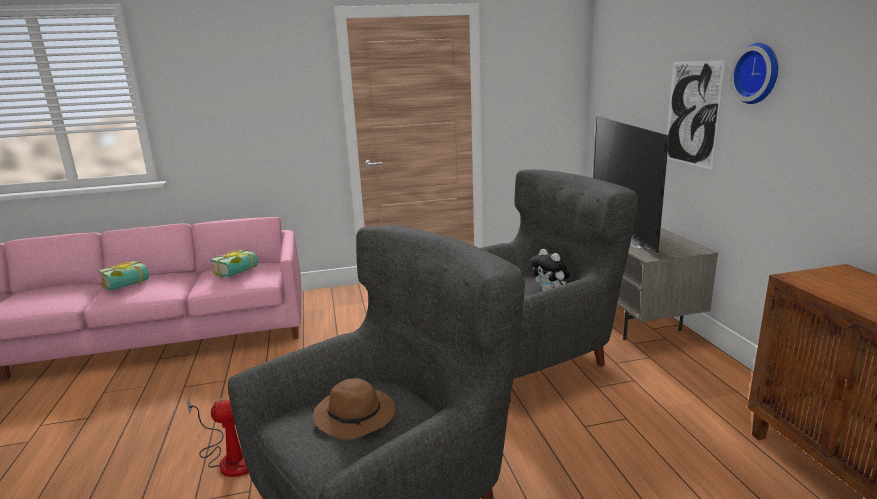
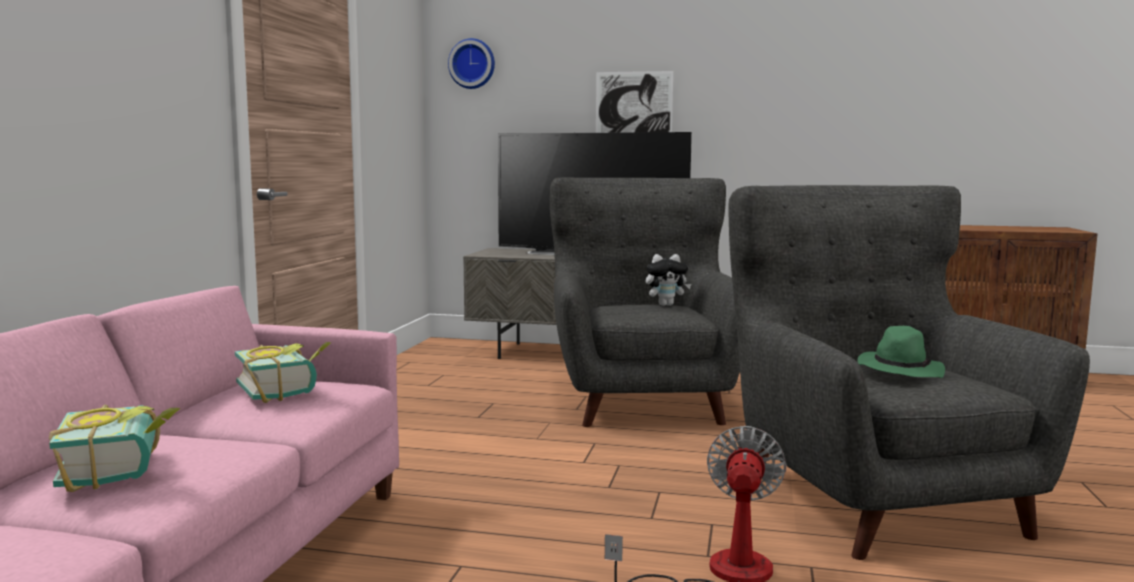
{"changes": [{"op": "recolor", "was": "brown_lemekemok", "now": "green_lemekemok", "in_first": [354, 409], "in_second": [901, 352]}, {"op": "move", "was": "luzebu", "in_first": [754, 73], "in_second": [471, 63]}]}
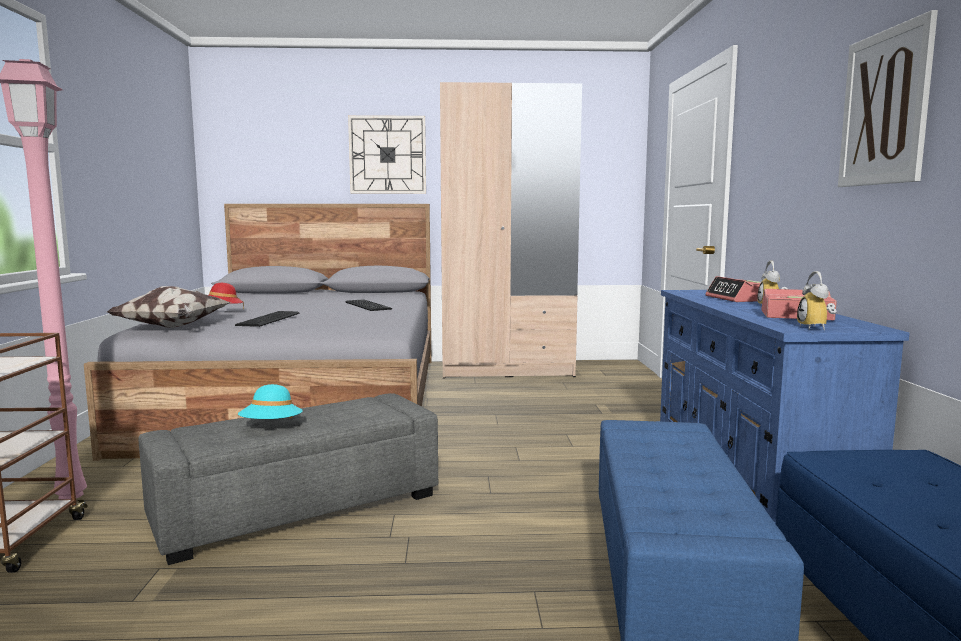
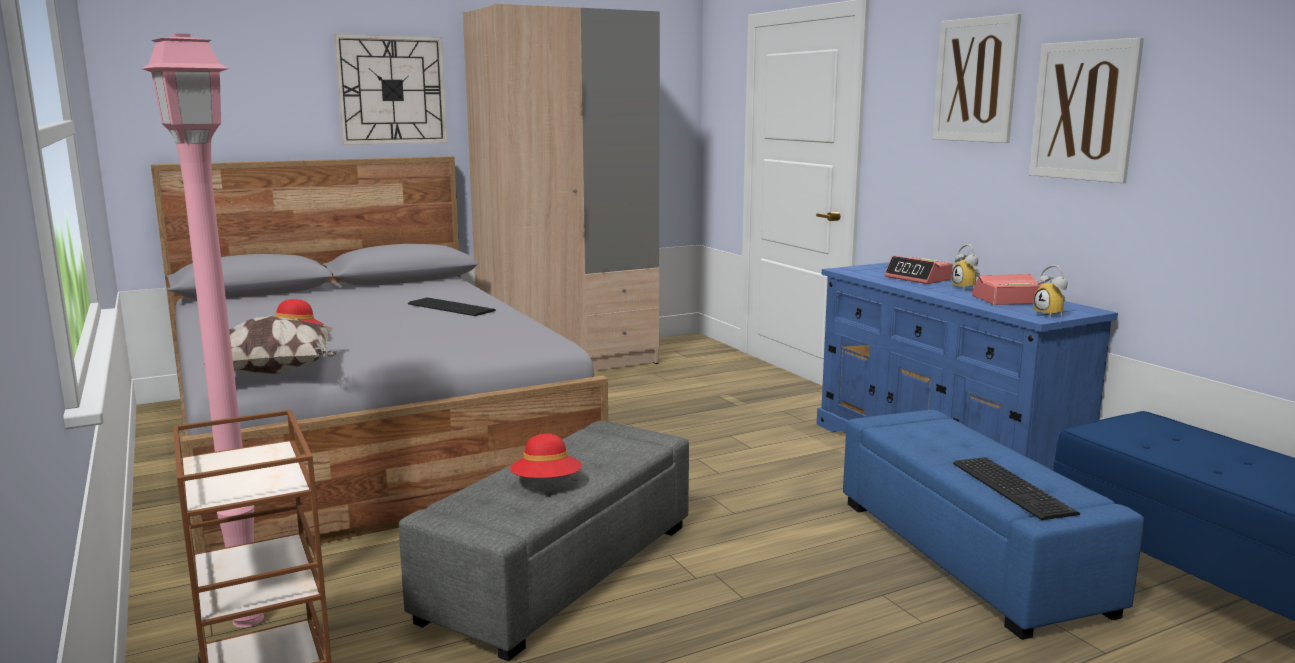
{"changes": [{"op": "move", "was": "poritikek", "in_first": [267, 319], "in_second": [1016, 488]}, {"op": "recolor", "was": "turquoise_lemekemok", "now": "red_lemekemok", "in_first": [270, 401], "in_second": [546, 456]}, {"op": "insert", "now": "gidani", "in_second": [977, 78]}]}
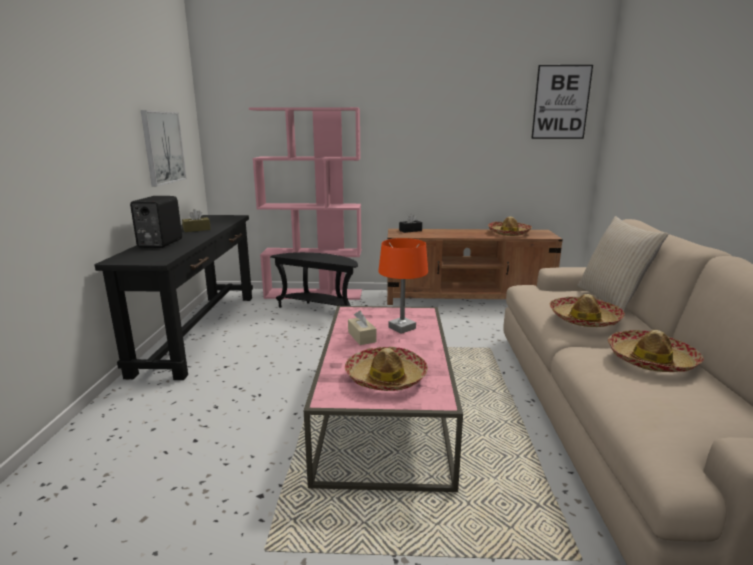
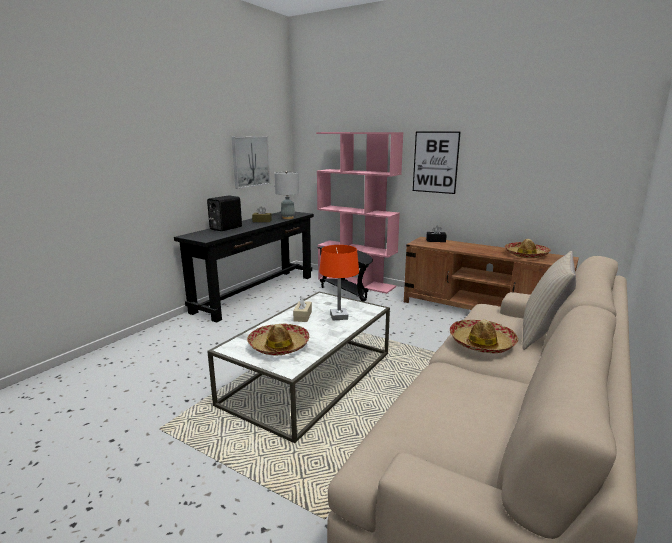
{"changes": [{"op": "recolor", "was": "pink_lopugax", "now": "white_lopugax", "in_first": [383, 399], "in_second": [298, 367]}, {"op": "move", "was": "gidani", "in_first": [562, 102], "in_second": [437, 163]}, {"op": "delete", "was": "lemekemok", "in_first": [656, 351]}, {"op": "insert", "now": "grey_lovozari", "in_second": [286, 195]}]}
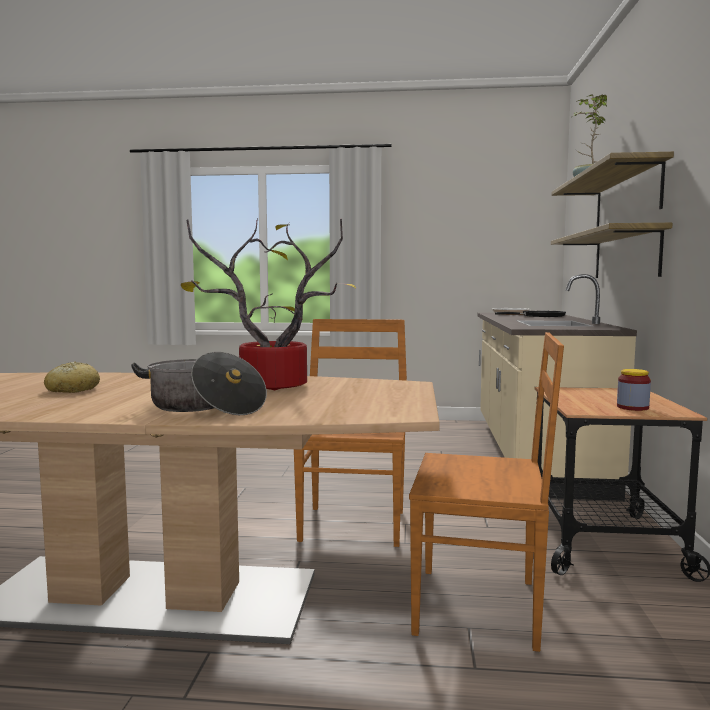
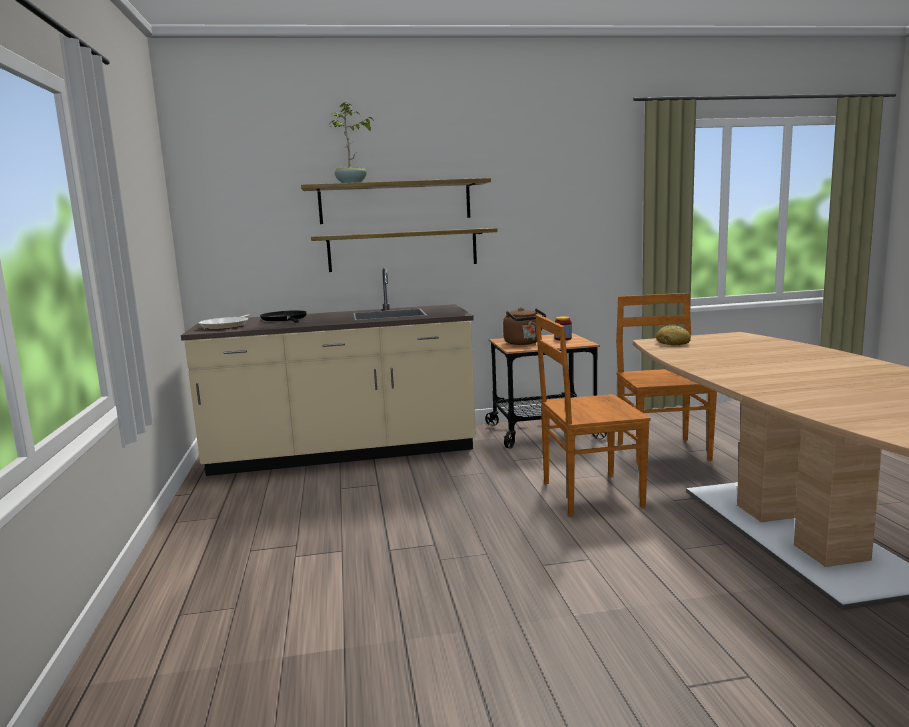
{"changes": [{"op": "move", "was": "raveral", "in_first": [72, 377], "in_second": [673, 335]}, {"op": "delete", "was": "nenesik", "in_first": [199, 383]}, {"op": "delete", "was": "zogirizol", "in_first": [268, 304]}, {"op": "insert", "now": "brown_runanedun", "in_second": [524, 326]}]}
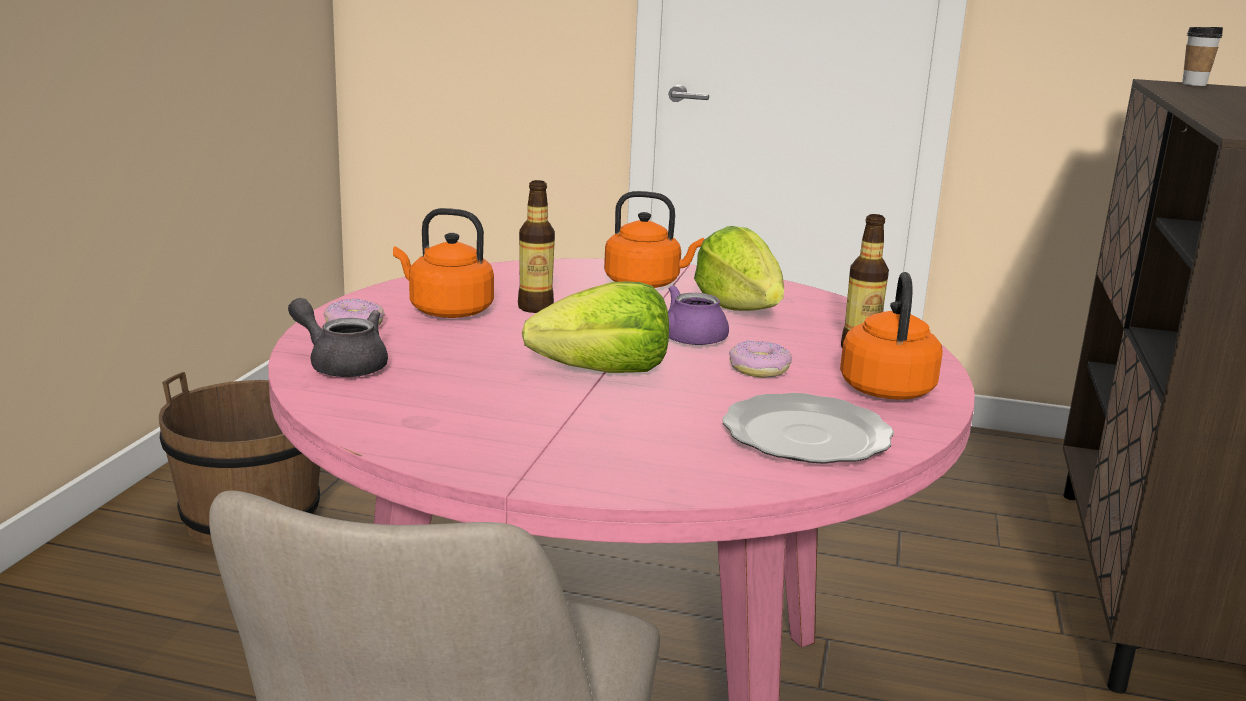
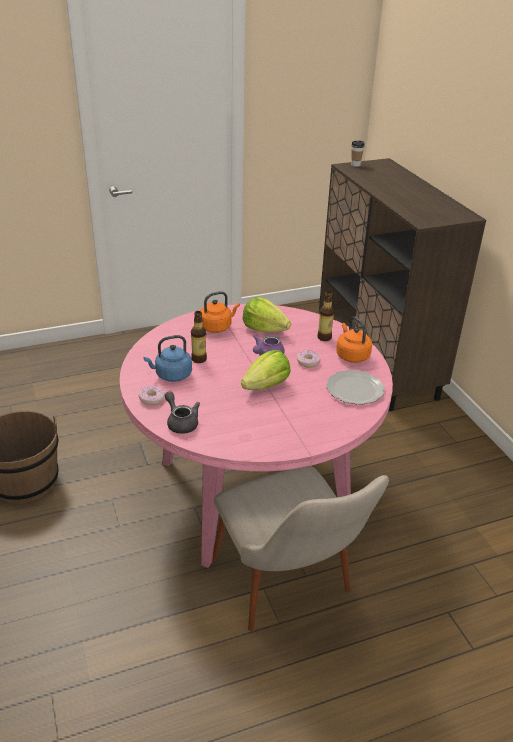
{"changes": [{"op": "rotate", "was": "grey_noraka", "in_first": [338, 337], "in_second": [182, 412], "clockwise": 60}, {"op": "recolor", "was": "orange_runanedun", "now": "blue_runanedun", "in_first": [443, 263], "in_second": [167, 358]}]}
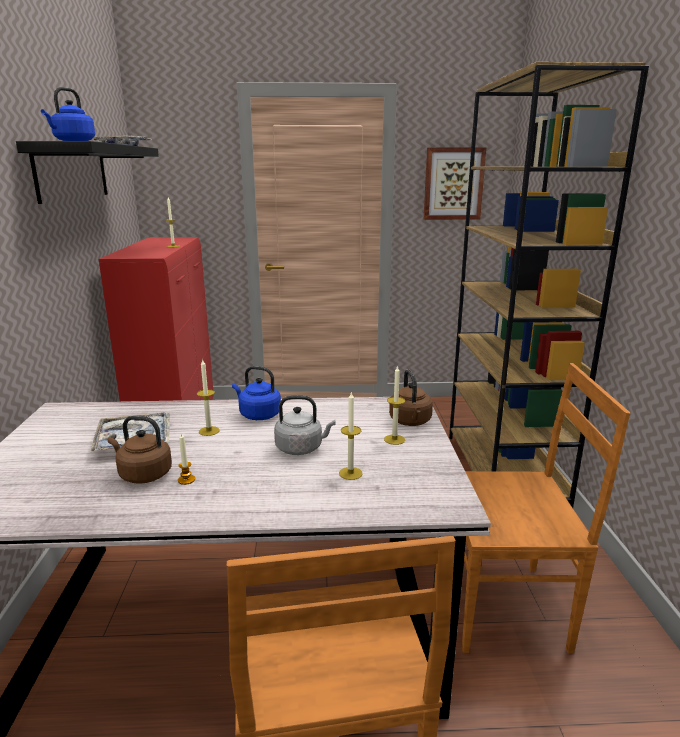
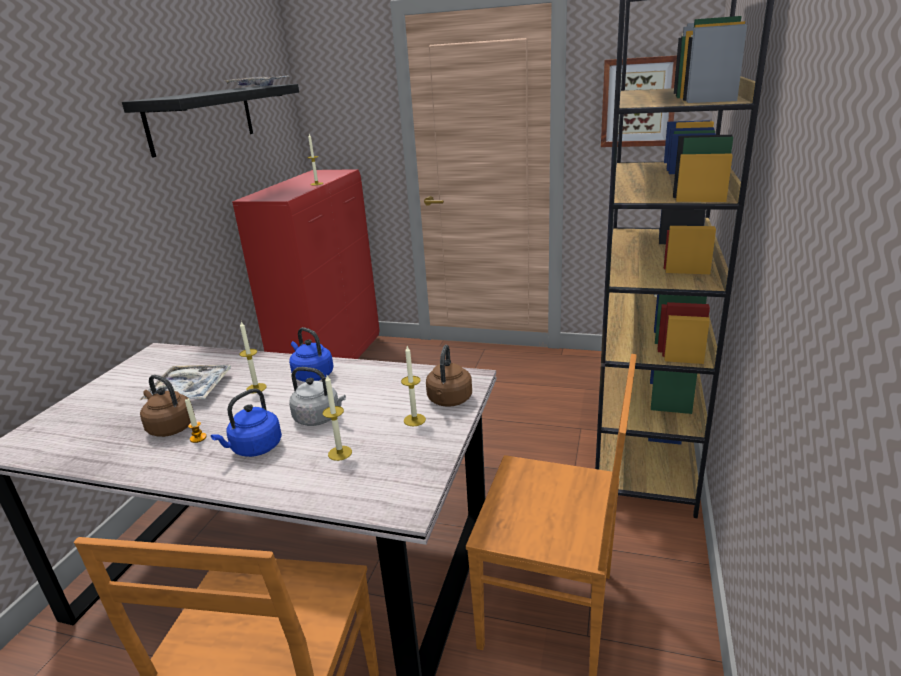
{"changes": [{"op": "move", "was": "blue_runanedun", "in_first": [68, 114], "in_second": [246, 422]}]}
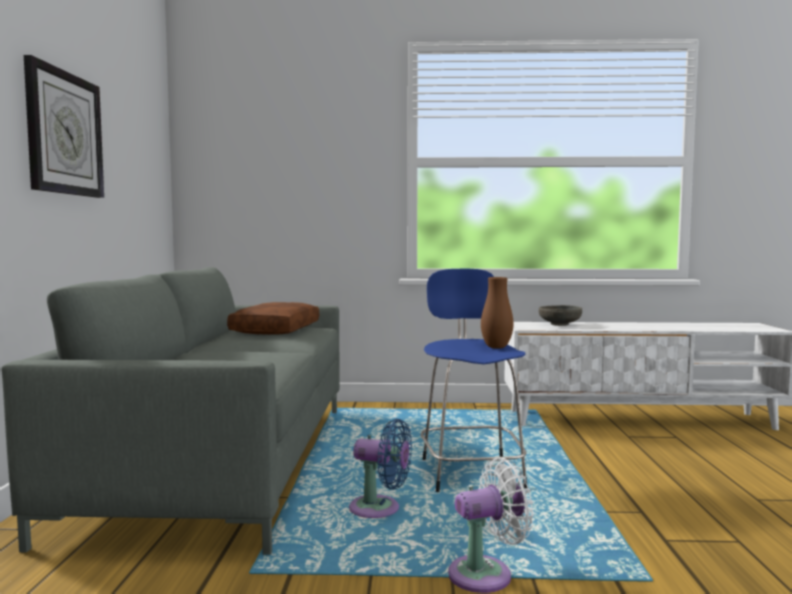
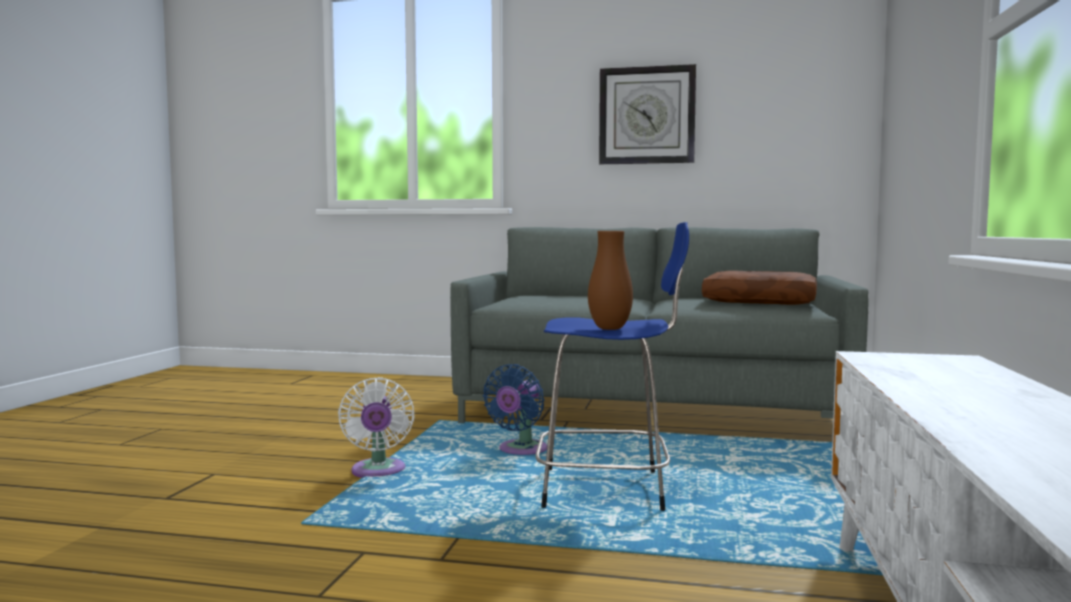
{"changes": [{"op": "delete", "was": "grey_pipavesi", "in_first": [560, 315]}]}
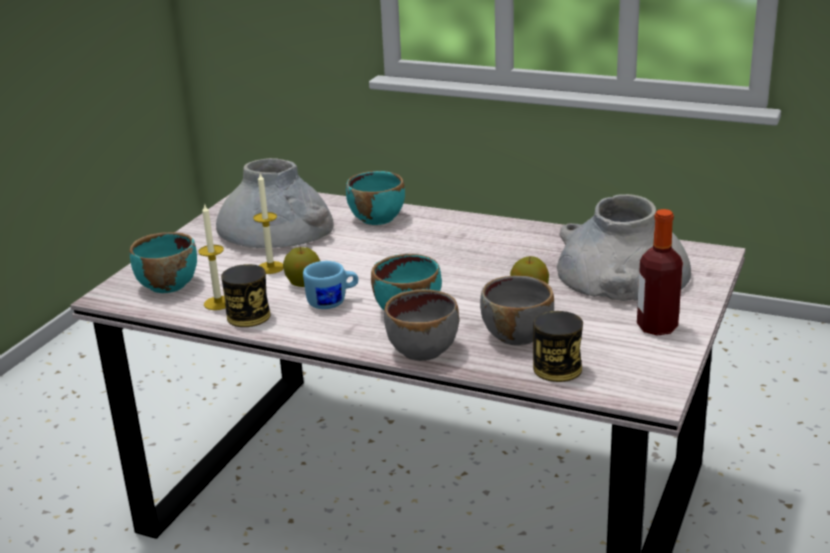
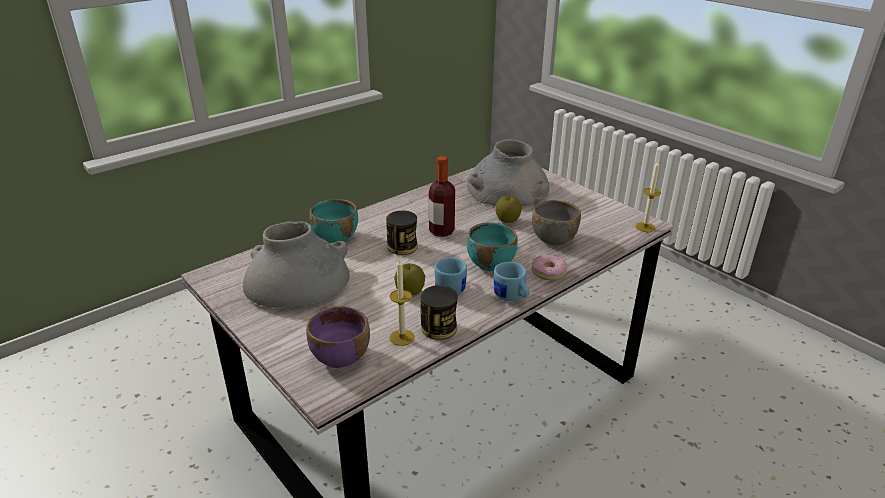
{"changes": [{"op": "recolor", "was": "turquoise_pipavesi", "now": "purple_pipavesi", "in_first": [163, 262], "in_second": [338, 337]}, {"op": "move", "was": "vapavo", "in_first": [268, 224], "in_second": [648, 196]}, {"op": "replace", "was": "grey_pipavesi", "now": "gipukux", "in_first": [421, 325], "in_second": [550, 267]}, {"op": "move", "was": "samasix", "in_first": [558, 346], "in_second": [402, 233]}, {"op": "move", "was": "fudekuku", "in_first": [660, 272], "in_second": [442, 196]}, {"op": "insert", "now": "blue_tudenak", "in_second": [512, 281]}]}
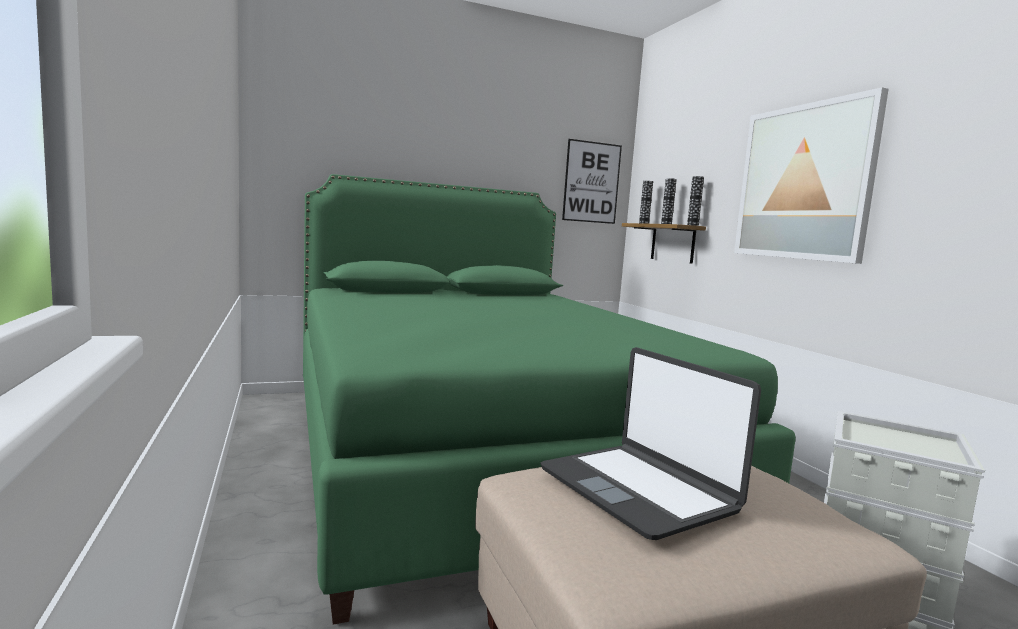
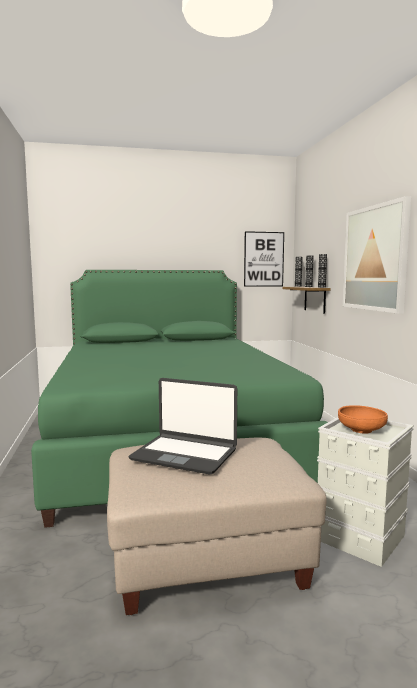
{"changes": [{"op": "rotate", "was": "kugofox", "in_first": [651, 443], "in_second": [183, 426], "clockwise": -45}, {"op": "insert", "now": "orange_pipavesi", "in_second": [363, 419]}]}
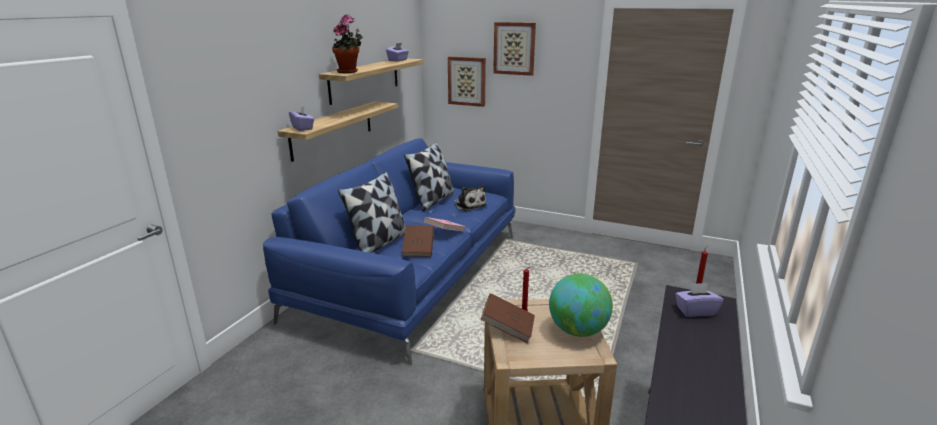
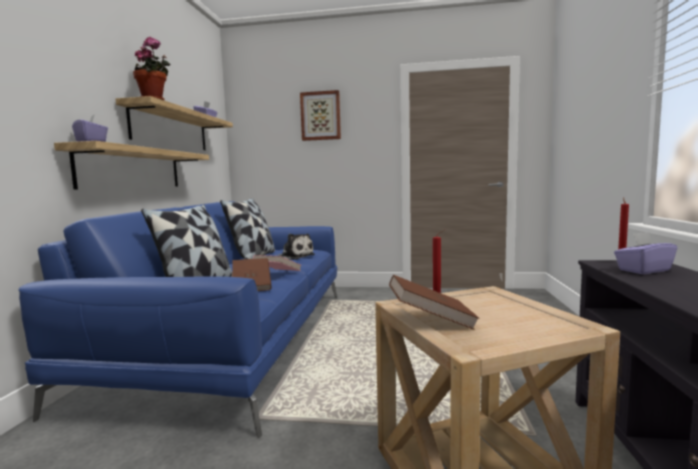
{"changes": [{"op": "delete", "was": "gidani", "in_first": [467, 81]}, {"op": "delete", "was": "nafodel", "in_first": [581, 305]}]}
